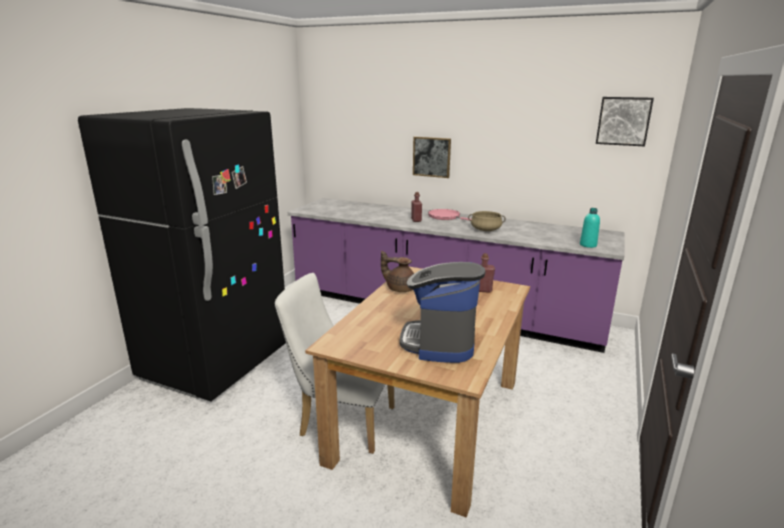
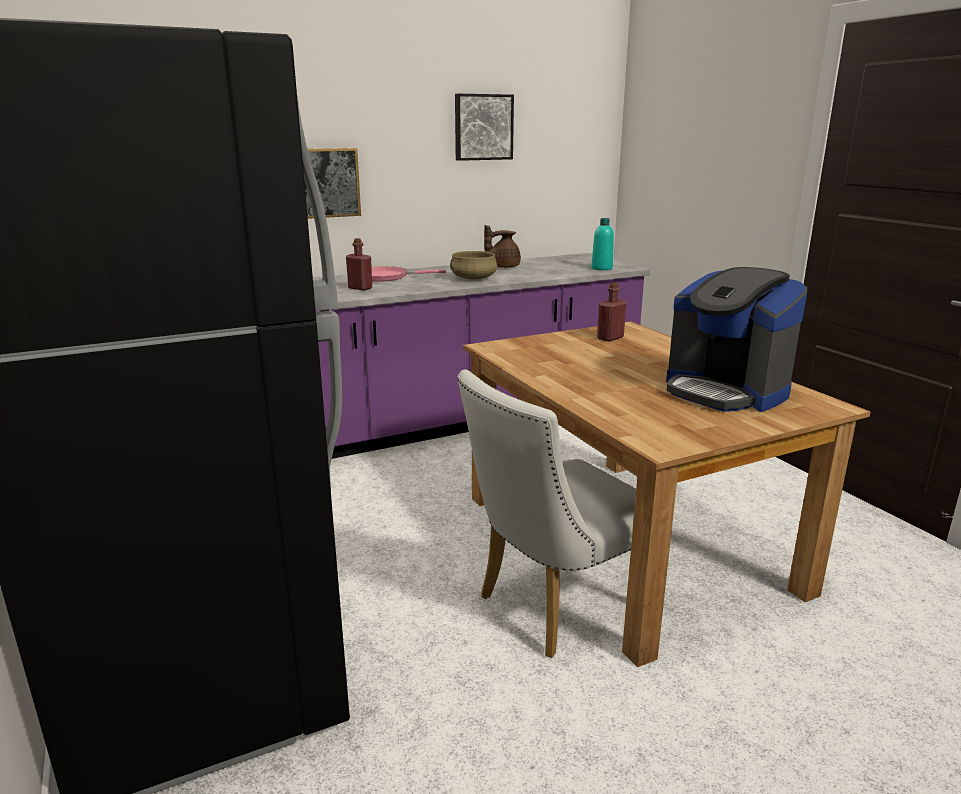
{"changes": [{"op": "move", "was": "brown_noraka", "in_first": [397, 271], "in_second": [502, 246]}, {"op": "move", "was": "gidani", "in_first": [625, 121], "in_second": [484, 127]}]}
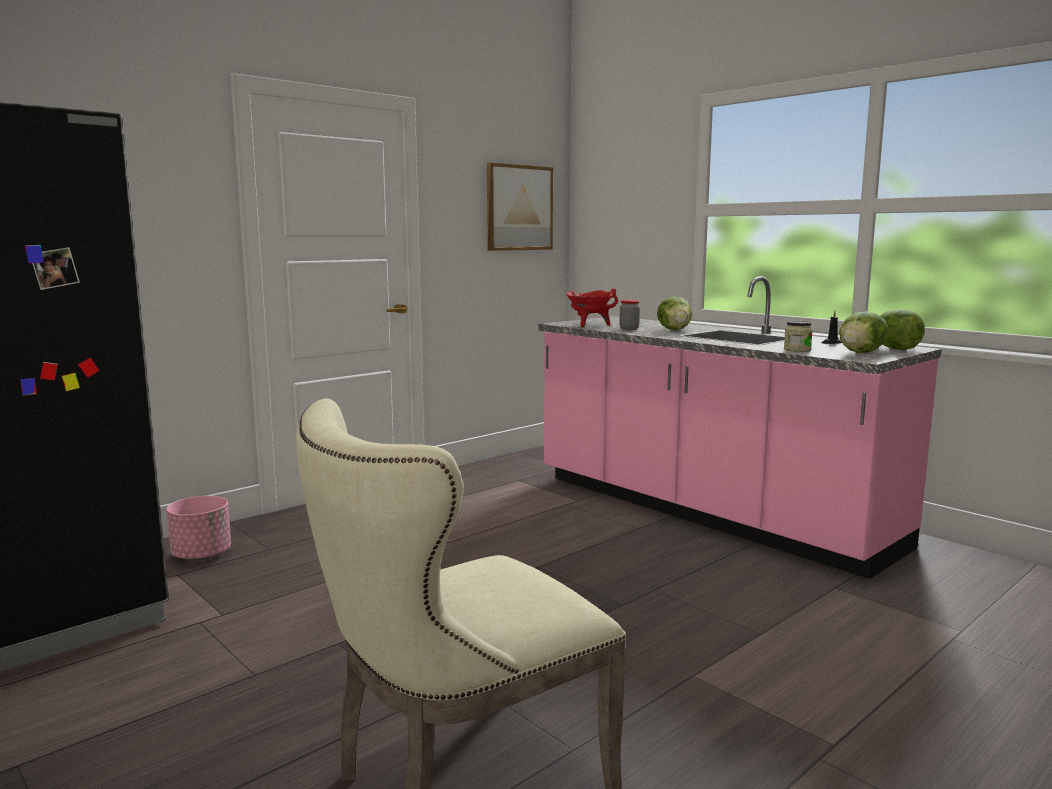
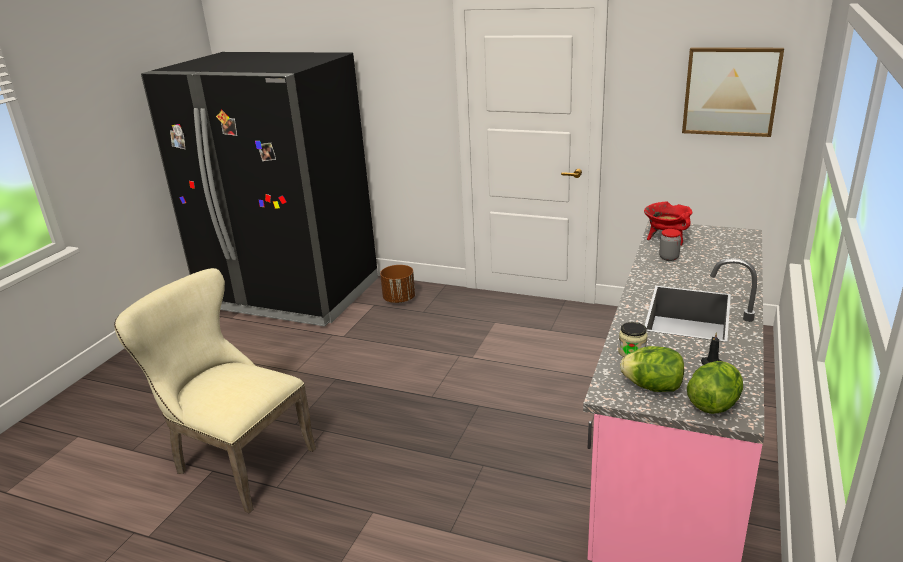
{"changes": [{"op": "recolor", "was": "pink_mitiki", "now": "brown_mitiki", "in_first": [198, 528], "in_second": [397, 284]}, {"op": "delete", "was": "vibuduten", "in_first": [674, 313]}]}
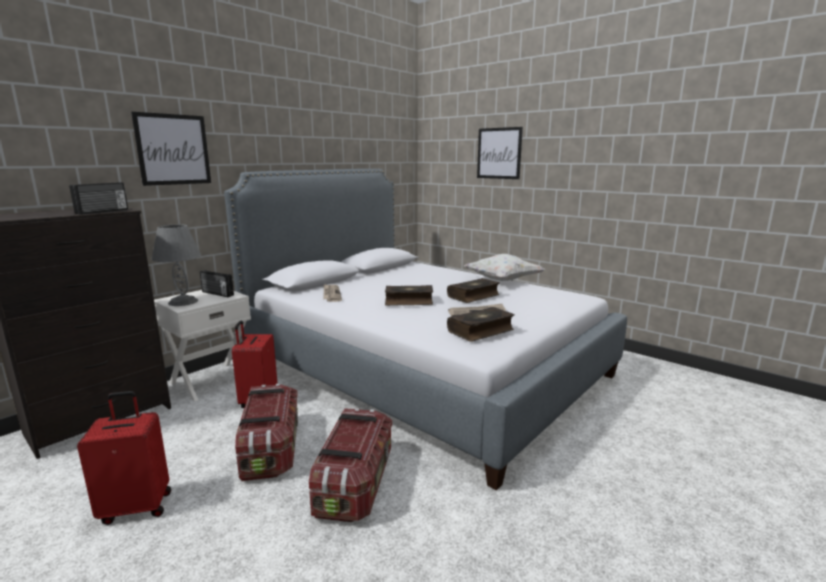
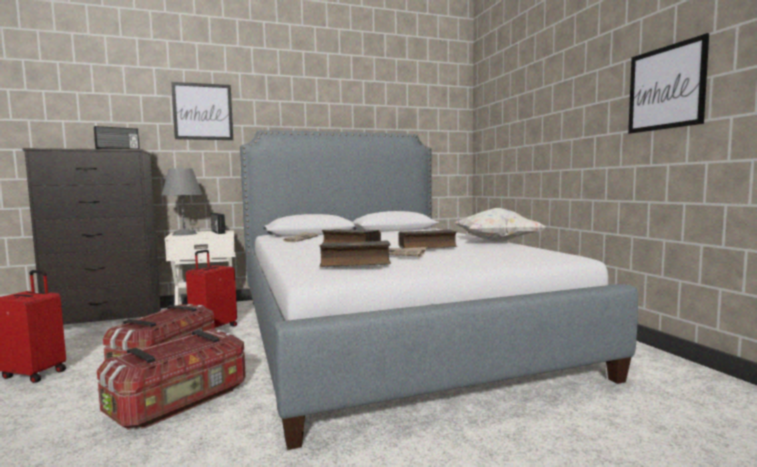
{"changes": [{"op": "move", "was": "gidani", "in_first": [500, 153], "in_second": [668, 83]}]}
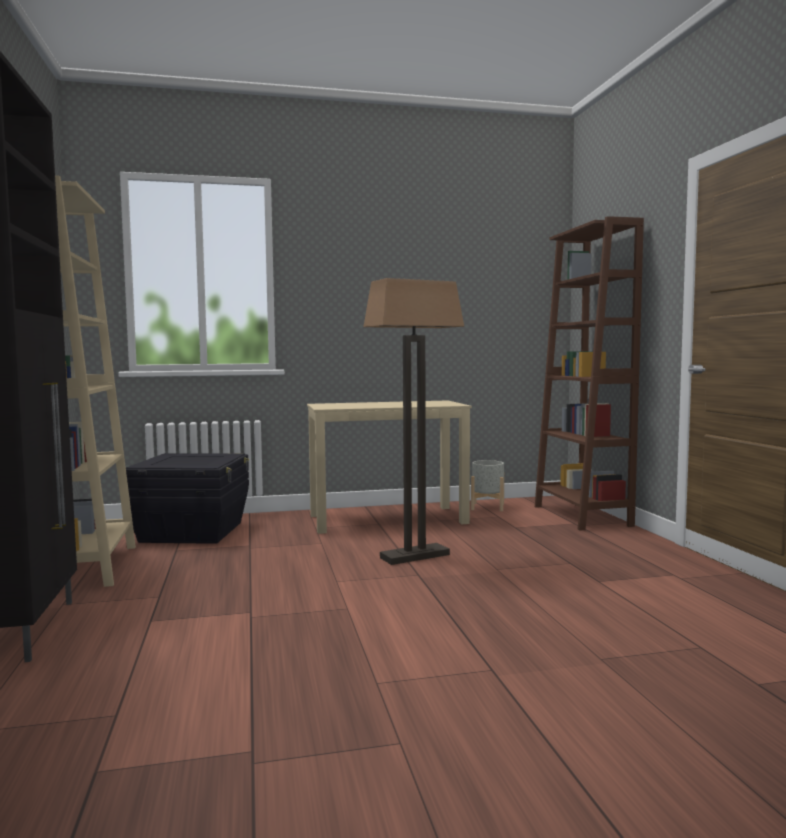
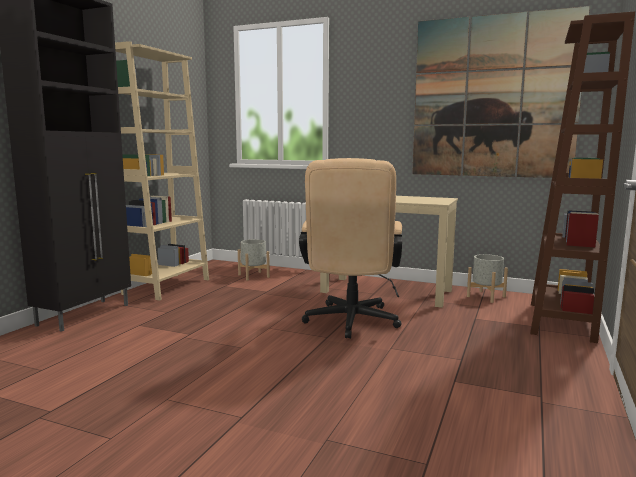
{"changes": [{"op": "replace", "was": "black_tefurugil", "now": "grey_mitiki", "in_first": [187, 498], "in_second": [254, 260]}, {"op": "replace", "was": "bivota", "now": "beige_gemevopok", "in_first": [413, 421], "in_second": [350, 248]}, {"op": "insert", "now": "gidani", "in_second": [501, 92]}]}
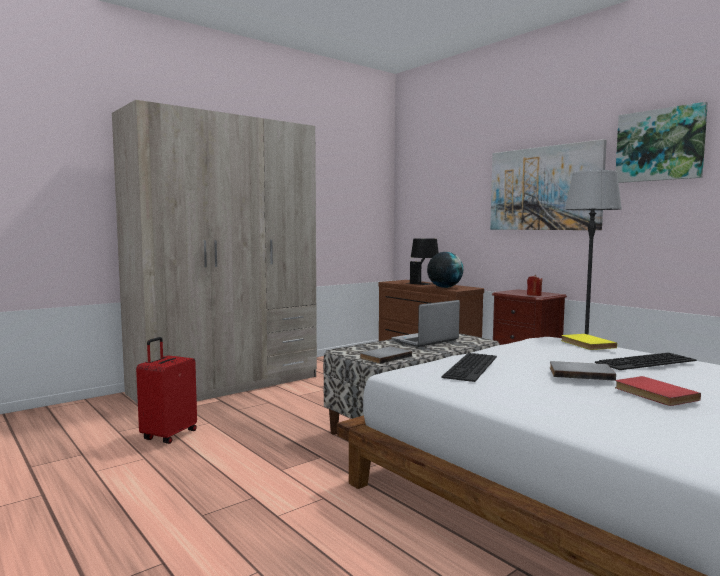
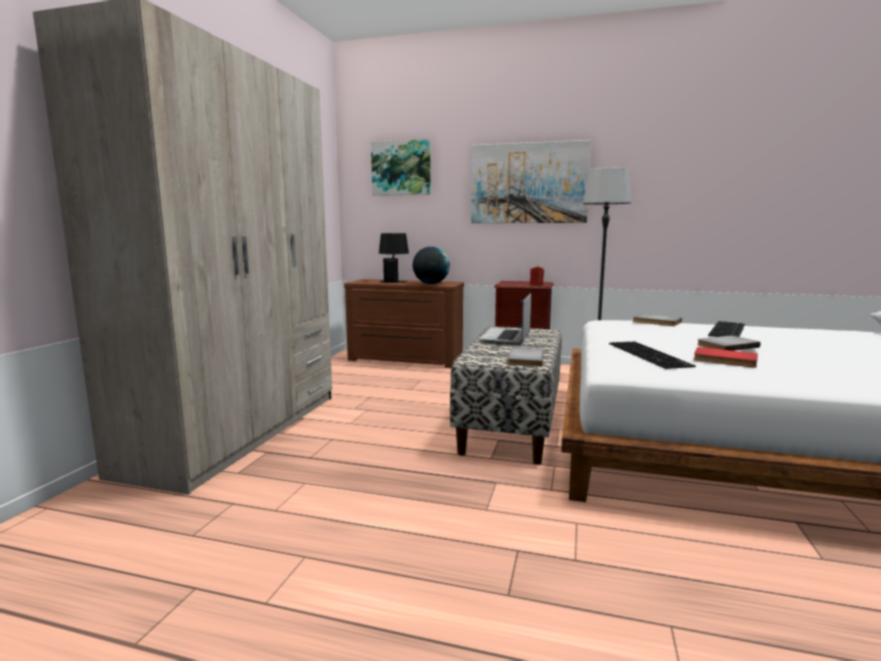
{"changes": [{"op": "delete", "was": "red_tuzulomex", "in_first": [166, 390]}, {"op": "recolor", "was": "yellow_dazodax", "now": "grey_dazodax", "in_first": [589, 342], "in_second": [657, 320]}, {"op": "move", "was": "red_dazodax", "in_first": [658, 391], "in_second": [726, 357]}, {"op": "move", "was": "gidani", "in_first": [662, 142], "in_second": [401, 167]}]}
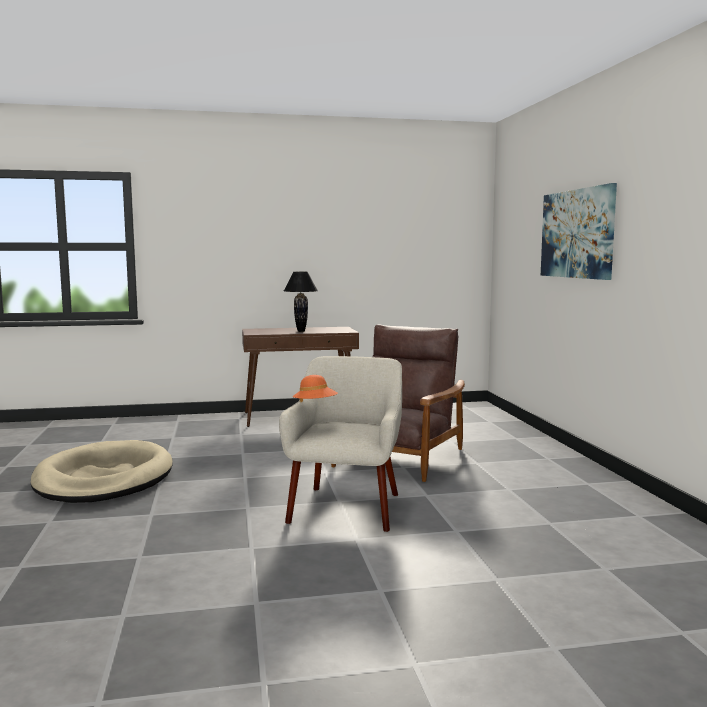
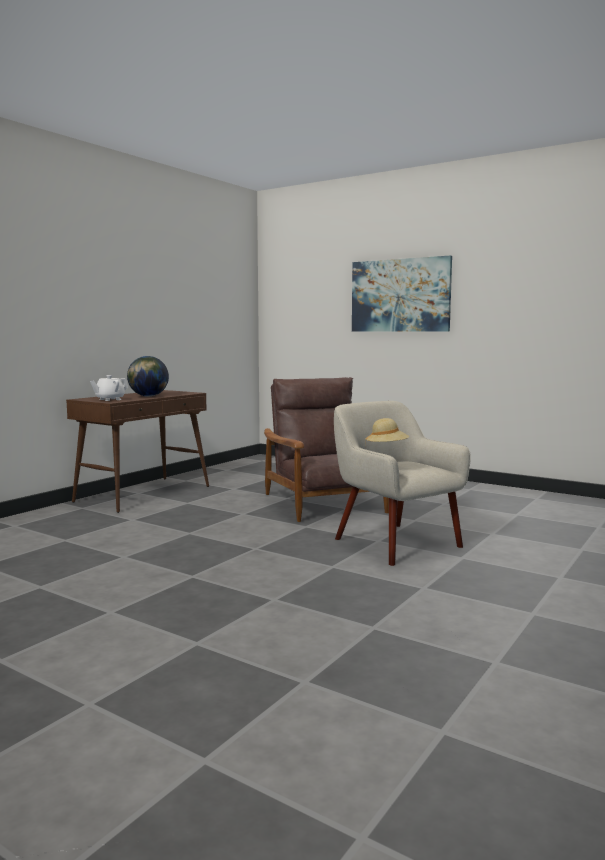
{"changes": [{"op": "delete", "was": "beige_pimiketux", "in_first": [102, 471]}, {"op": "replace", "was": "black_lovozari", "now": "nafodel", "in_first": [301, 302], "in_second": [148, 376]}, {"op": "recolor", "was": "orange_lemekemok", "now": "beige_lemekemok", "in_first": [315, 388], "in_second": [387, 433]}, {"op": "insert", "now": "white_noraka", "in_second": [109, 388]}]}
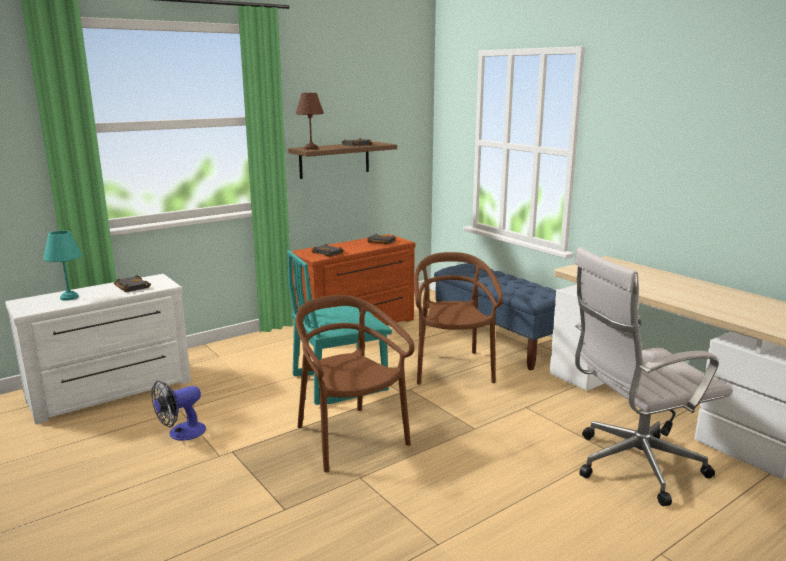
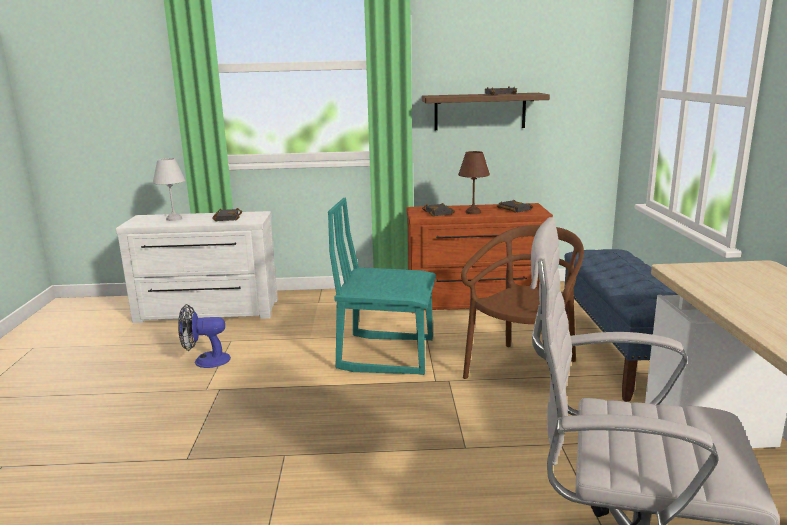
{"changes": [{"op": "recolor", "was": "turquoise_lovozari", "now": "white_lovozari", "in_first": [62, 266], "in_second": [169, 189]}, {"op": "delete", "was": "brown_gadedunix", "in_first": [355, 384]}, {"op": "move", "was": "brown_lovozari", "in_first": [310, 121], "in_second": [474, 182]}]}
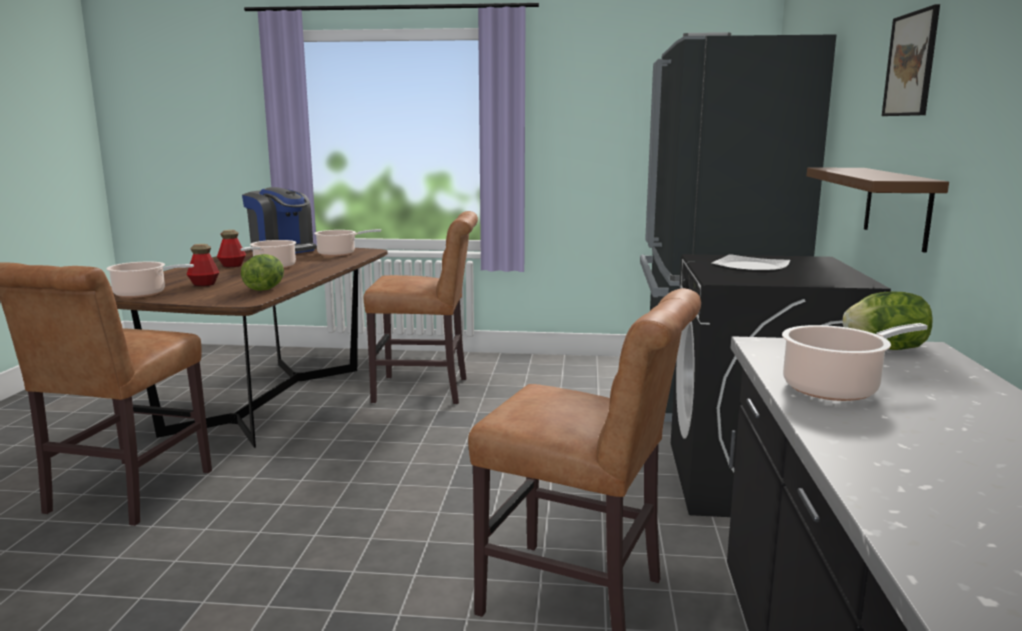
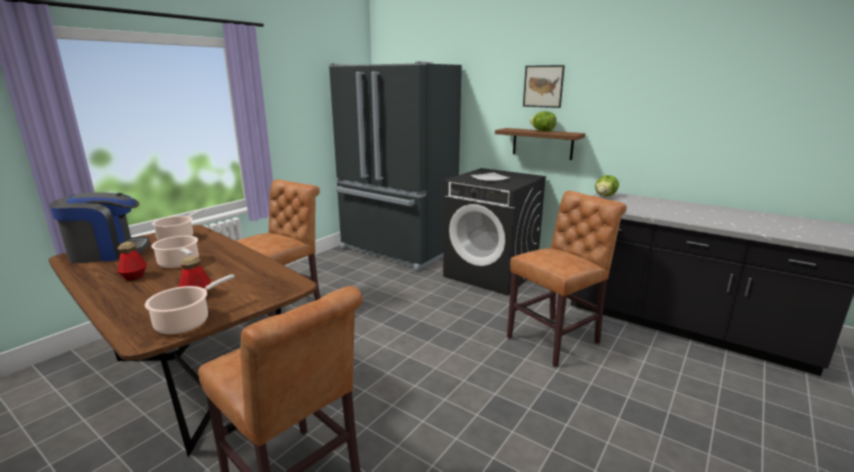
{"changes": [{"op": "move", "was": "vibuduten", "in_first": [262, 272], "in_second": [543, 121]}, {"op": "delete", "was": "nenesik", "in_first": [855, 362]}]}
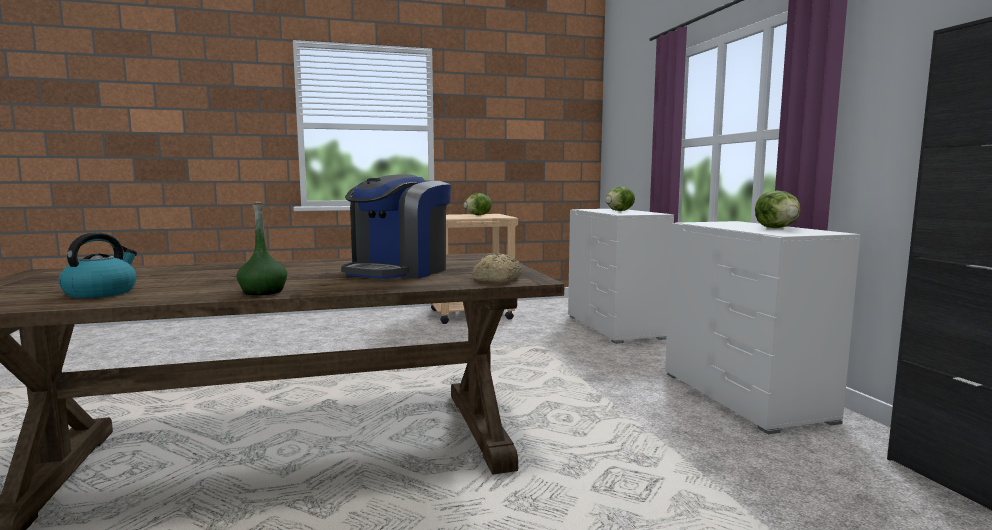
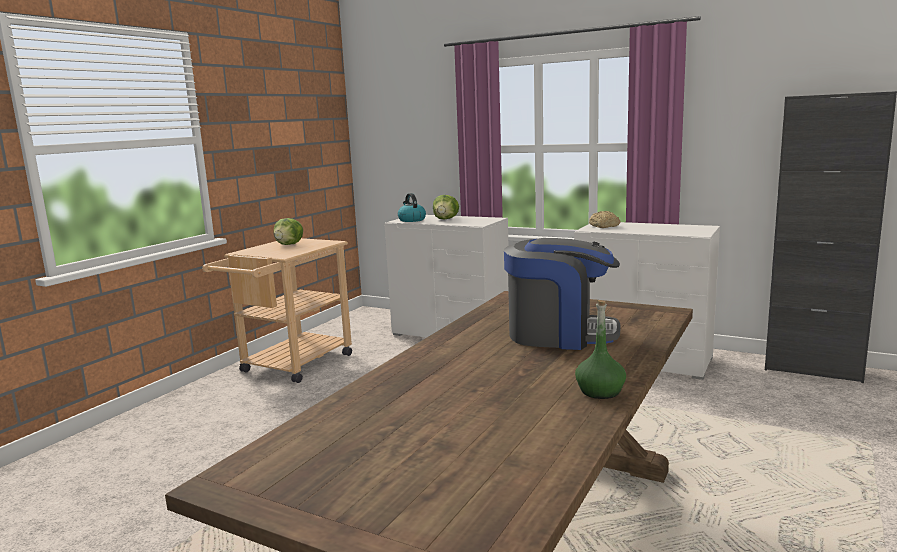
{"changes": [{"op": "move", "was": "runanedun", "in_first": [98, 265], "in_second": [412, 207]}, {"op": "rotate", "was": "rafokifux", "in_first": [396, 226], "in_second": [562, 294], "clockwise": -60}, {"op": "move", "was": "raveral", "in_first": [497, 268], "in_second": [604, 219]}, {"op": "delete", "was": "vibuduten", "in_first": [778, 209]}]}
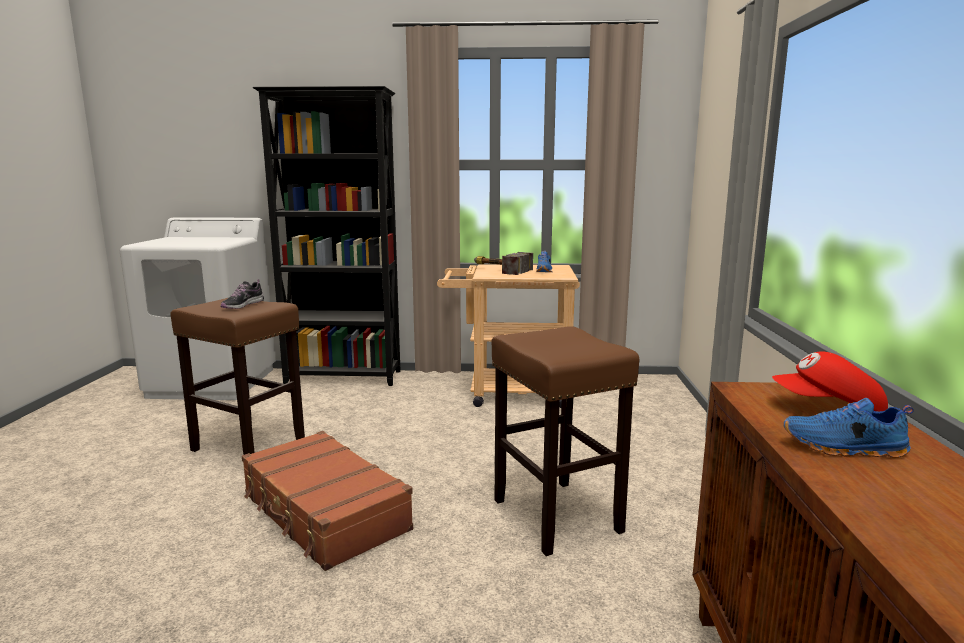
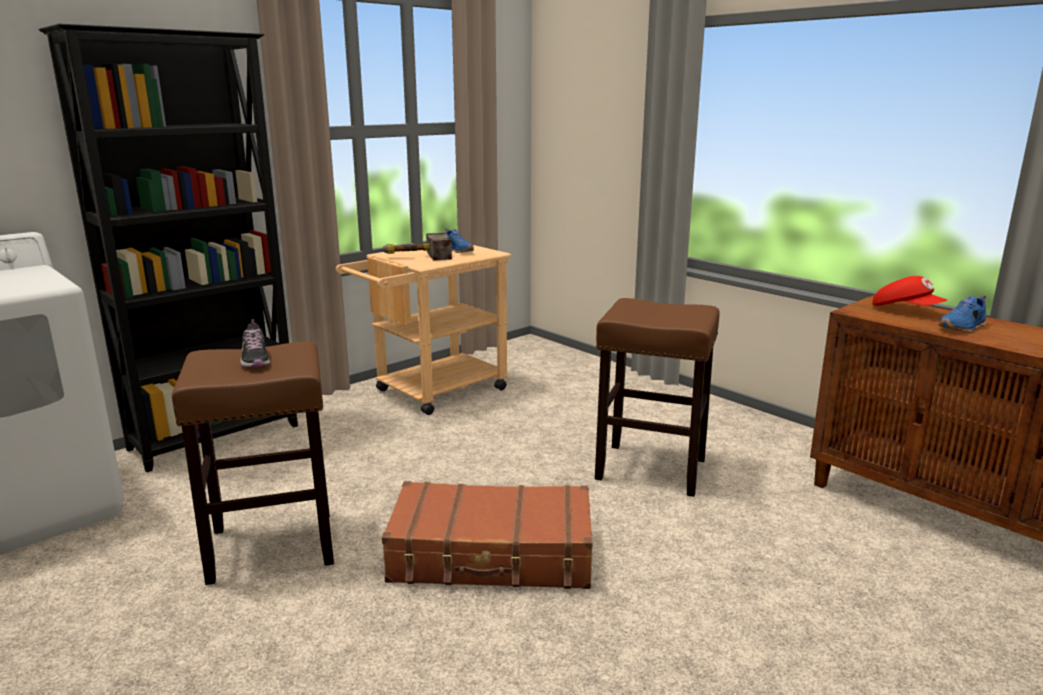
{"changes": [{"op": "rotate", "was": "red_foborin", "in_first": [830, 381], "in_second": [909, 291], "clockwise": -90}]}
